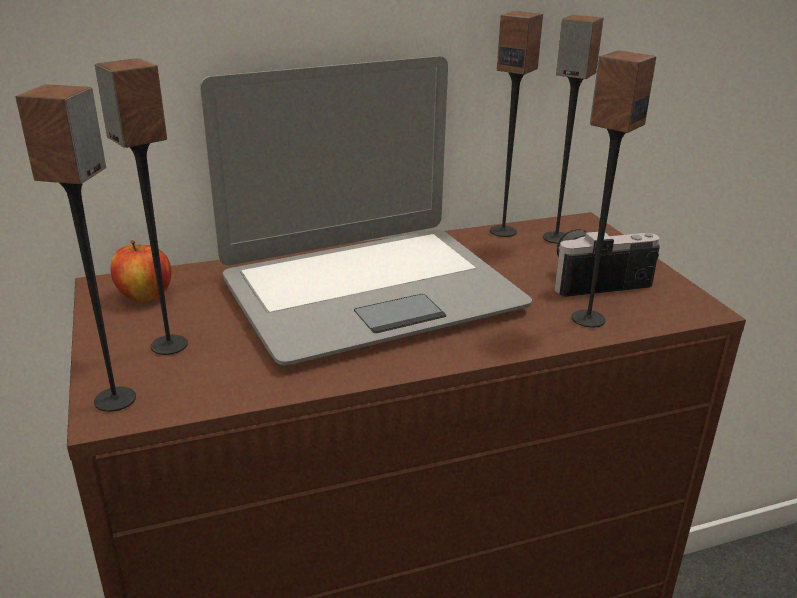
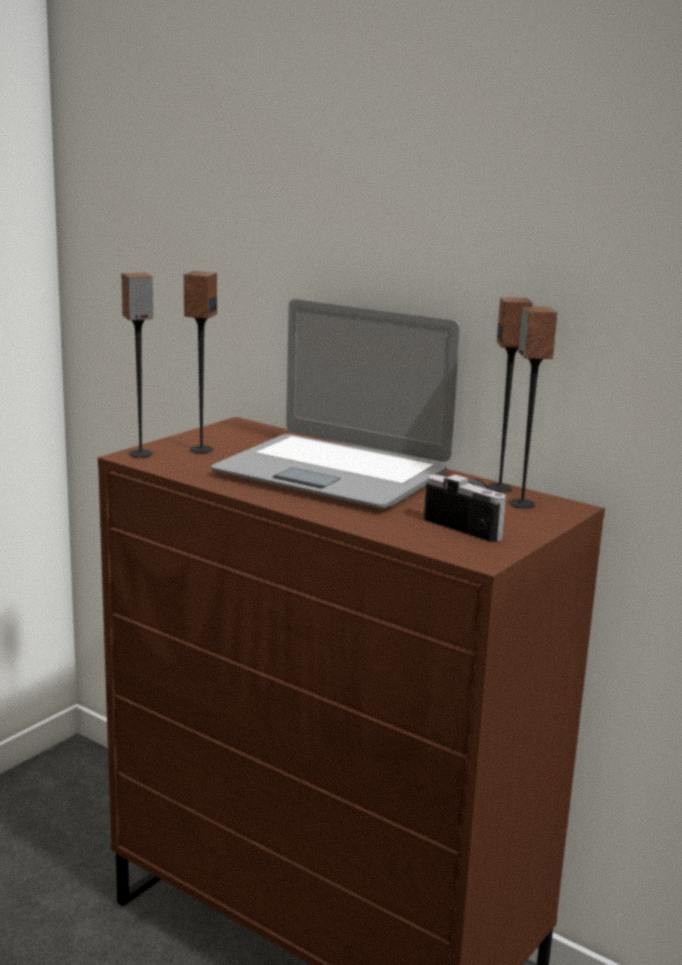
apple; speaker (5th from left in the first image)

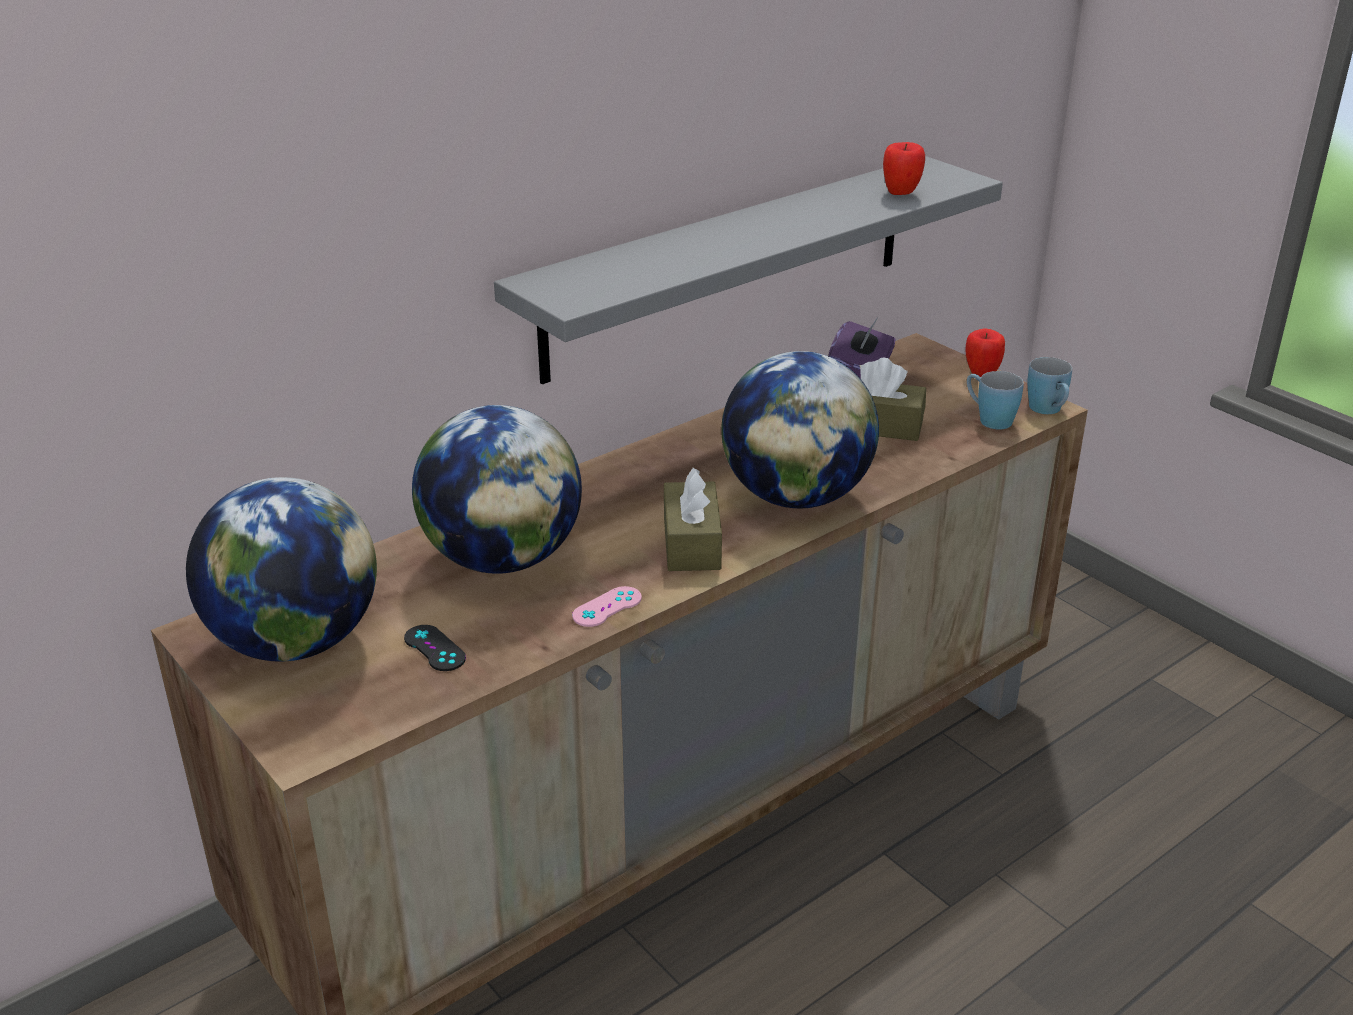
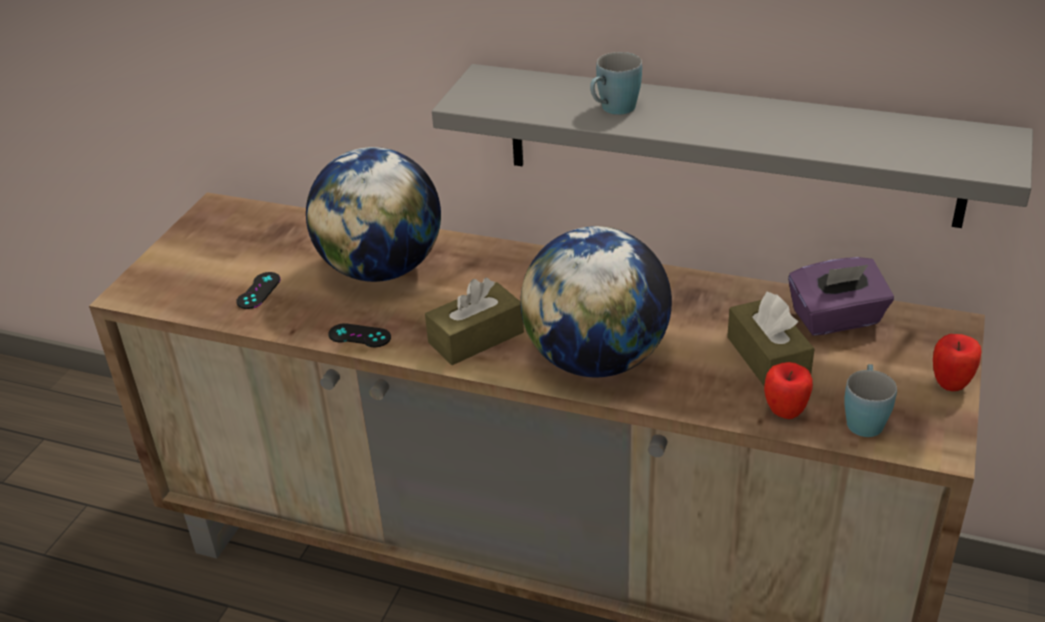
globe (1st from left in the first image); game controller in black (2nd from left); apple (1st from left); mug in blue (1st from left)

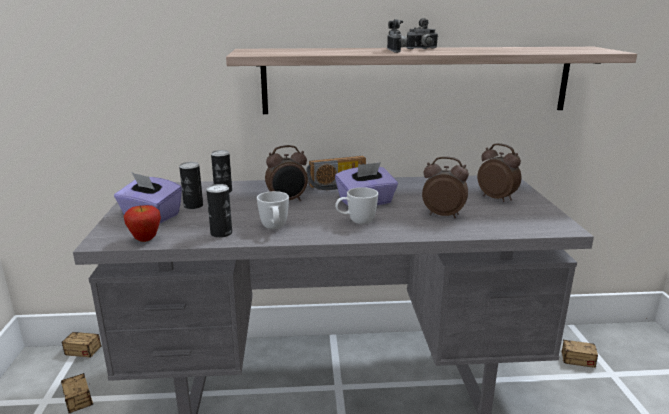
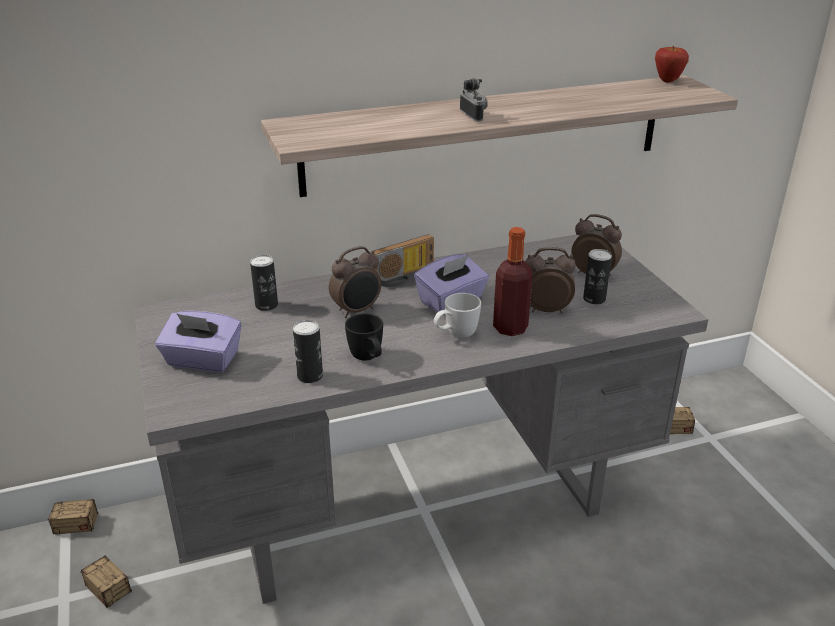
apple; can (3rd from left); mug in black; photo camera (2nd from left in the first image); bottle

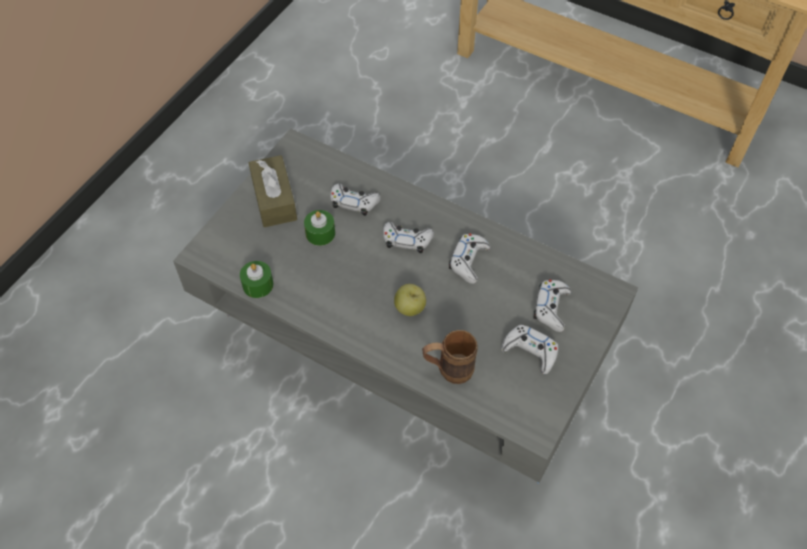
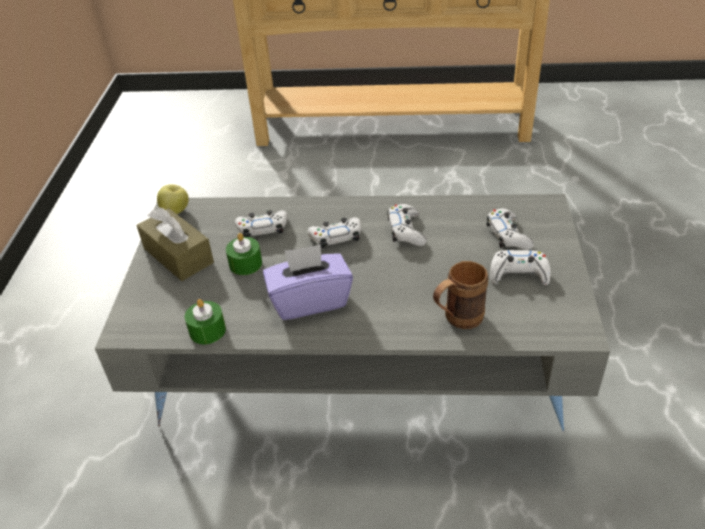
apple; tissue box in purple

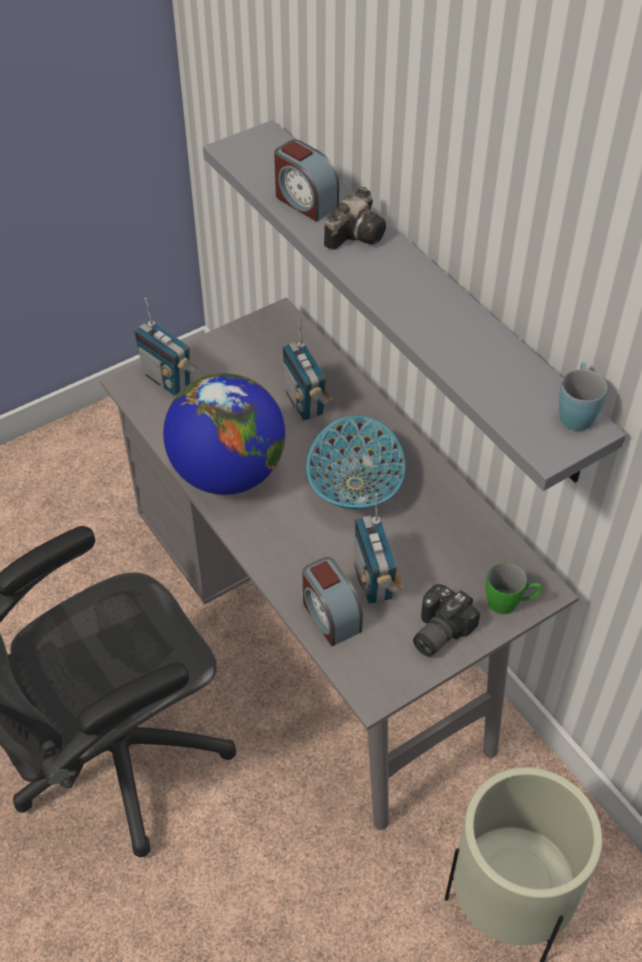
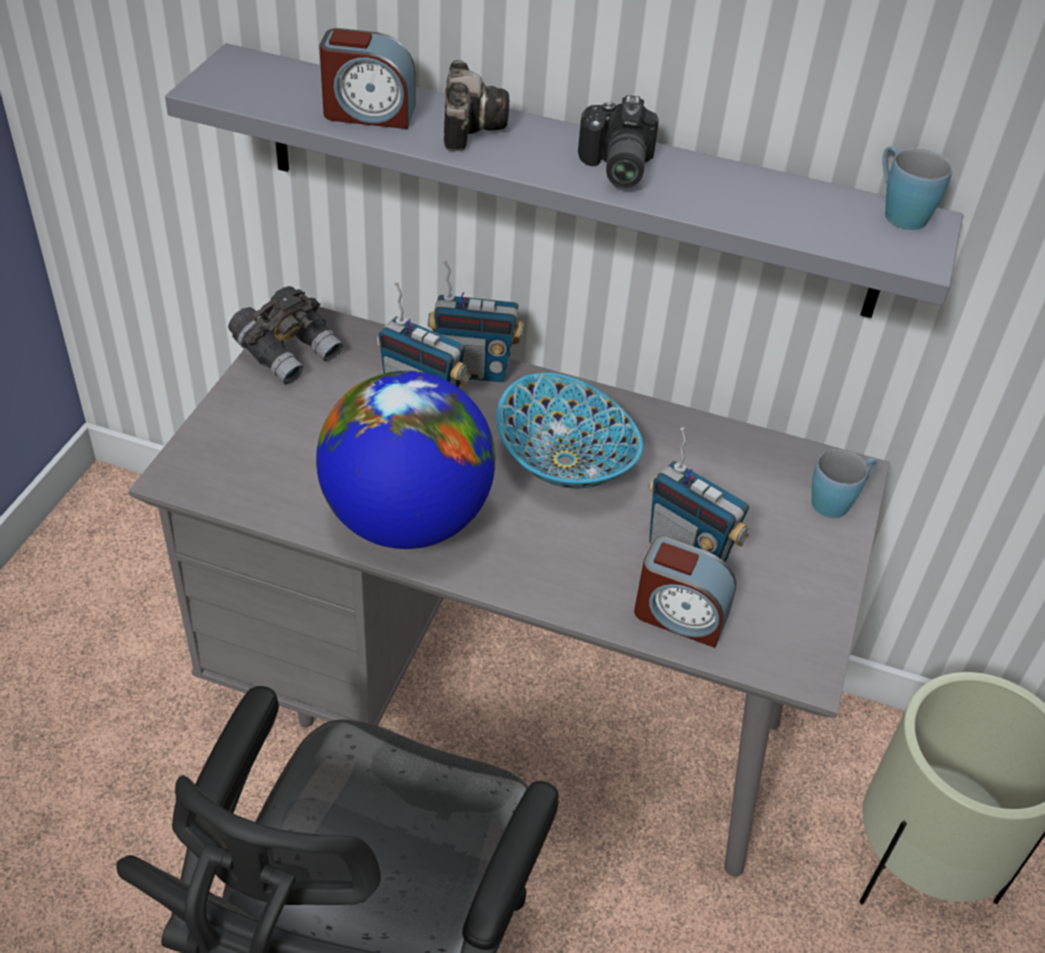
radio (2nd from left); photo camera (2nd from left); mug in blue (1st from left); binoculars in grey

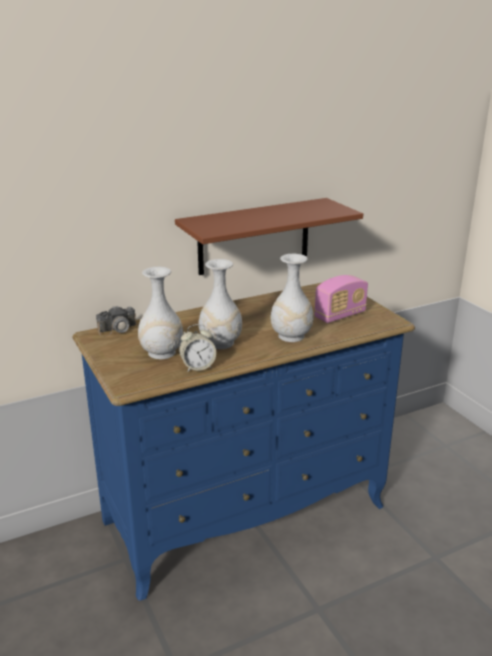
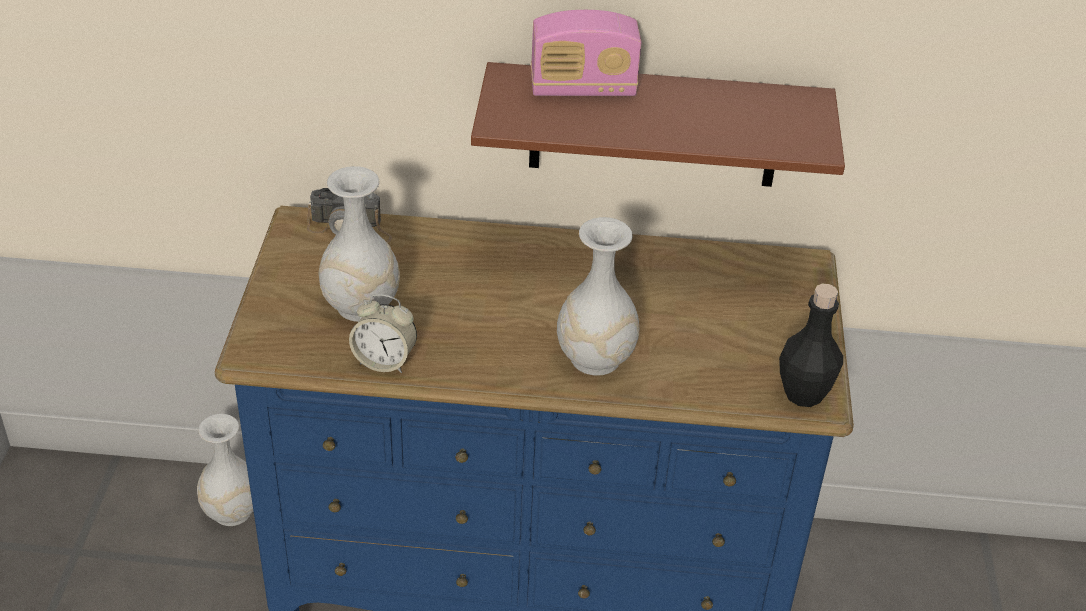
vase in white (1st from left); radio; bottle in black

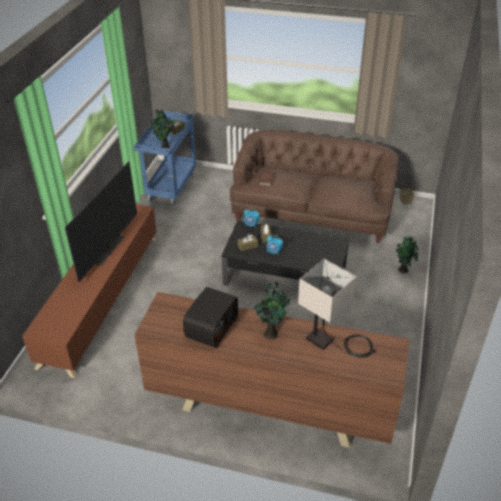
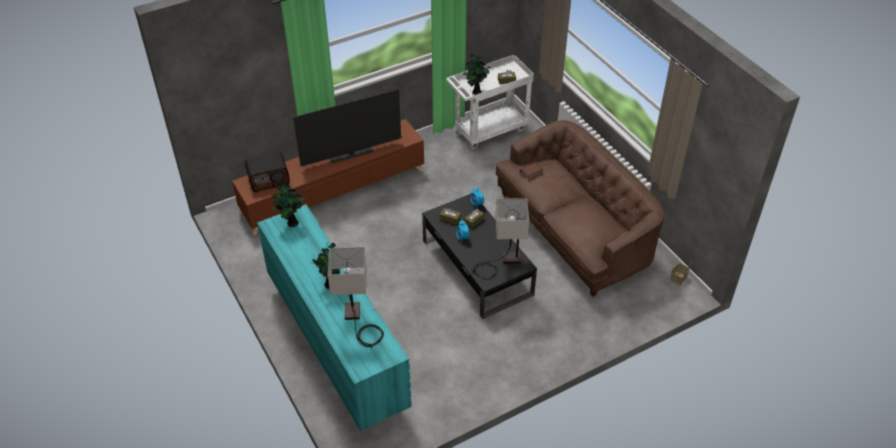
cart in white; cabinet in turquoise; radio; potted plant (1st from left); table lamp (2nd from left)

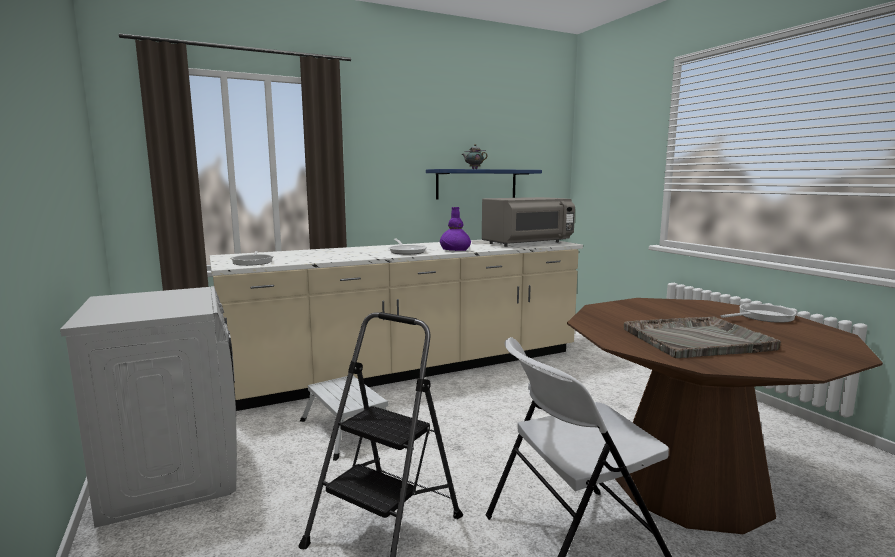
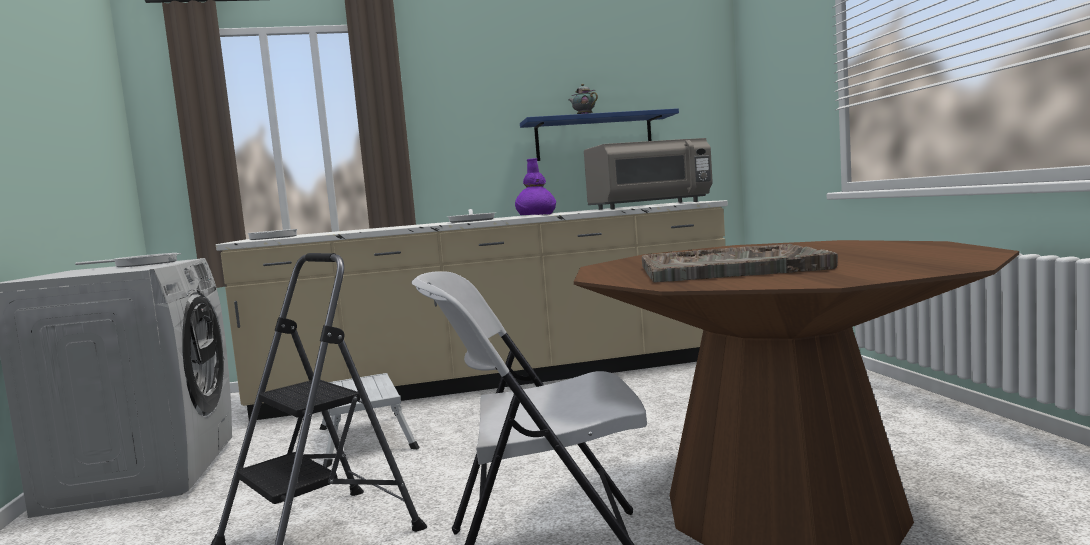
frying pan (1st from left)

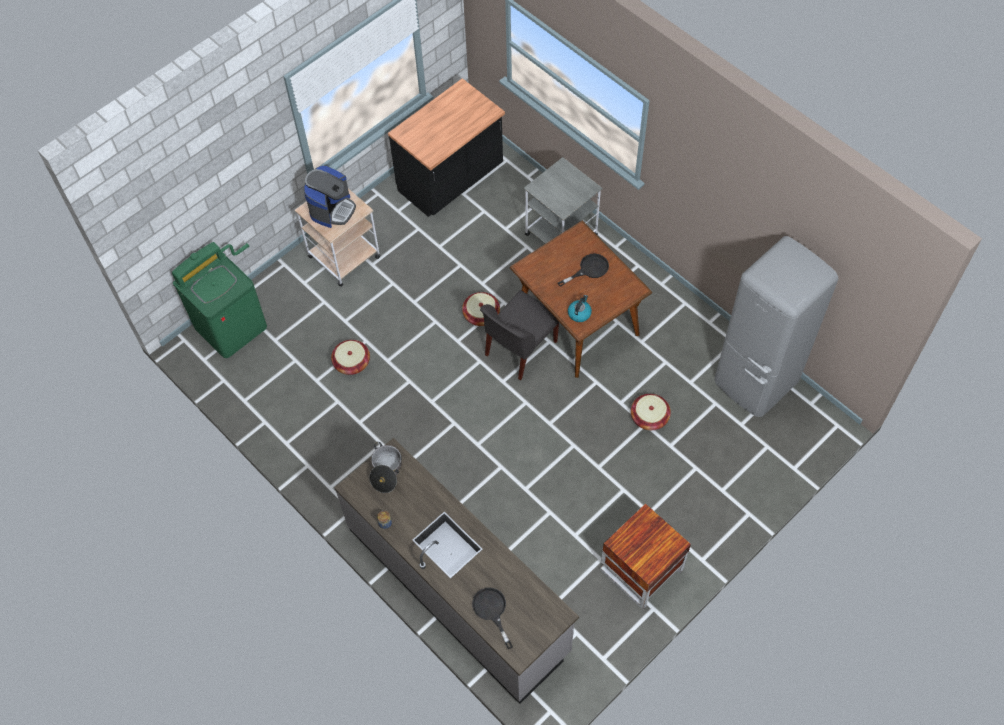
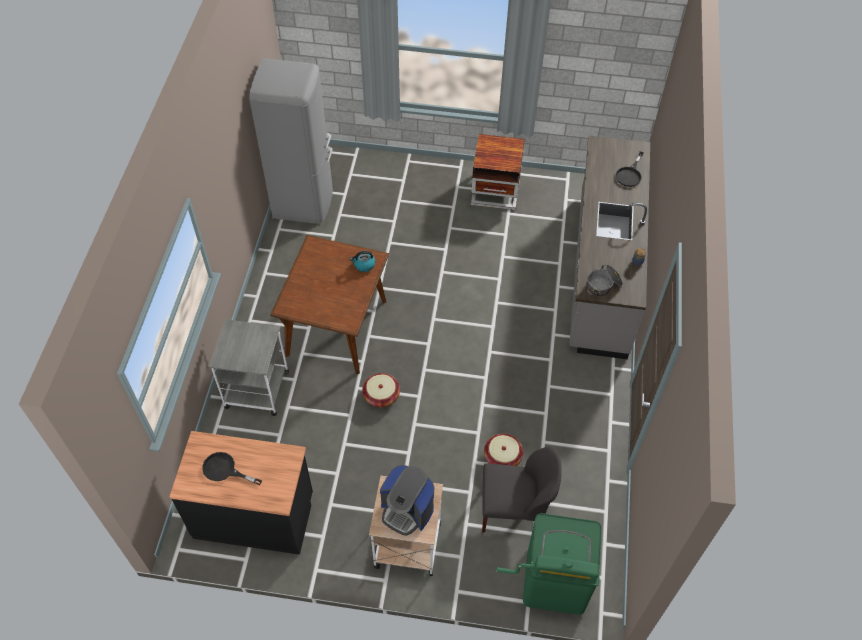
coffee machine; chair in grey; frying pan in black (1st from left); basket (3rd from left in the first image)

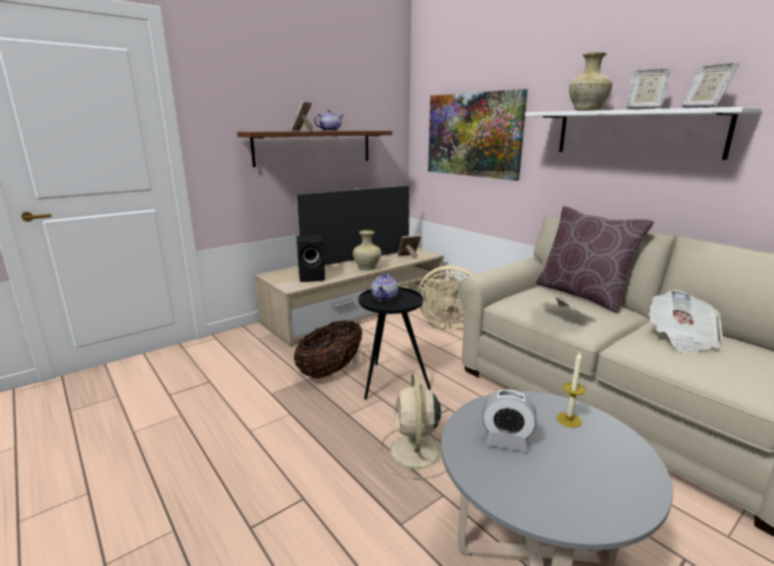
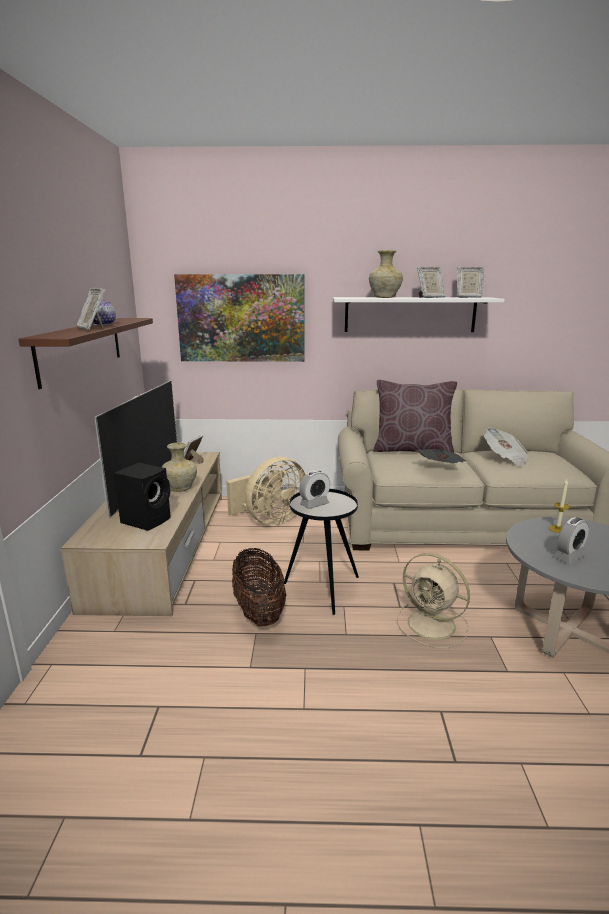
alarm clock (1st from left)

